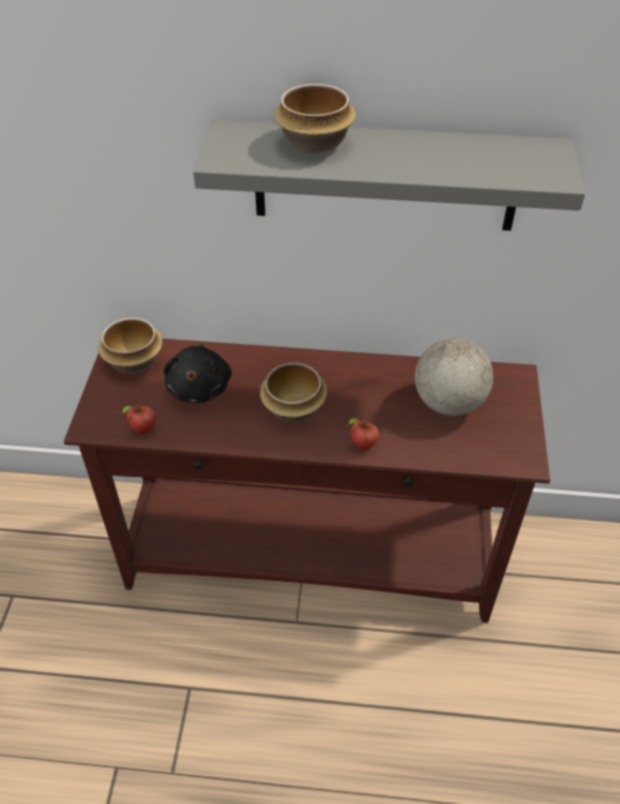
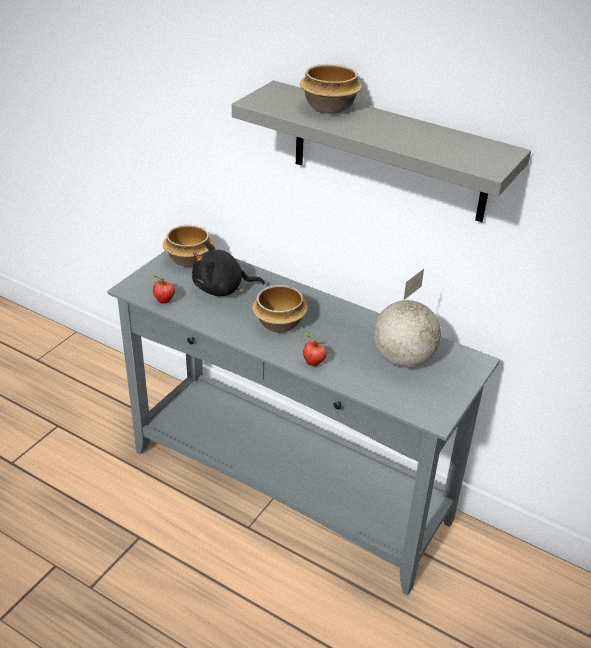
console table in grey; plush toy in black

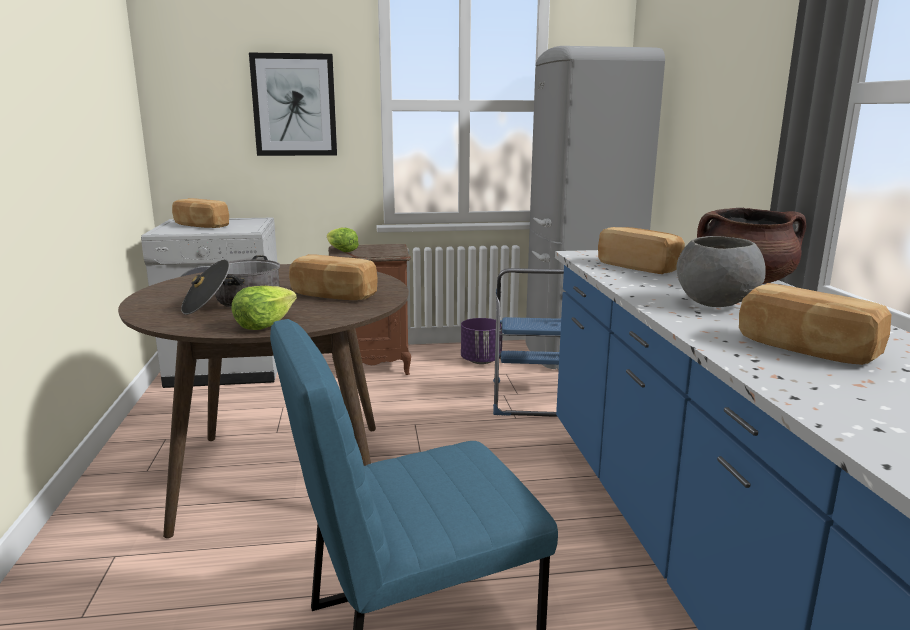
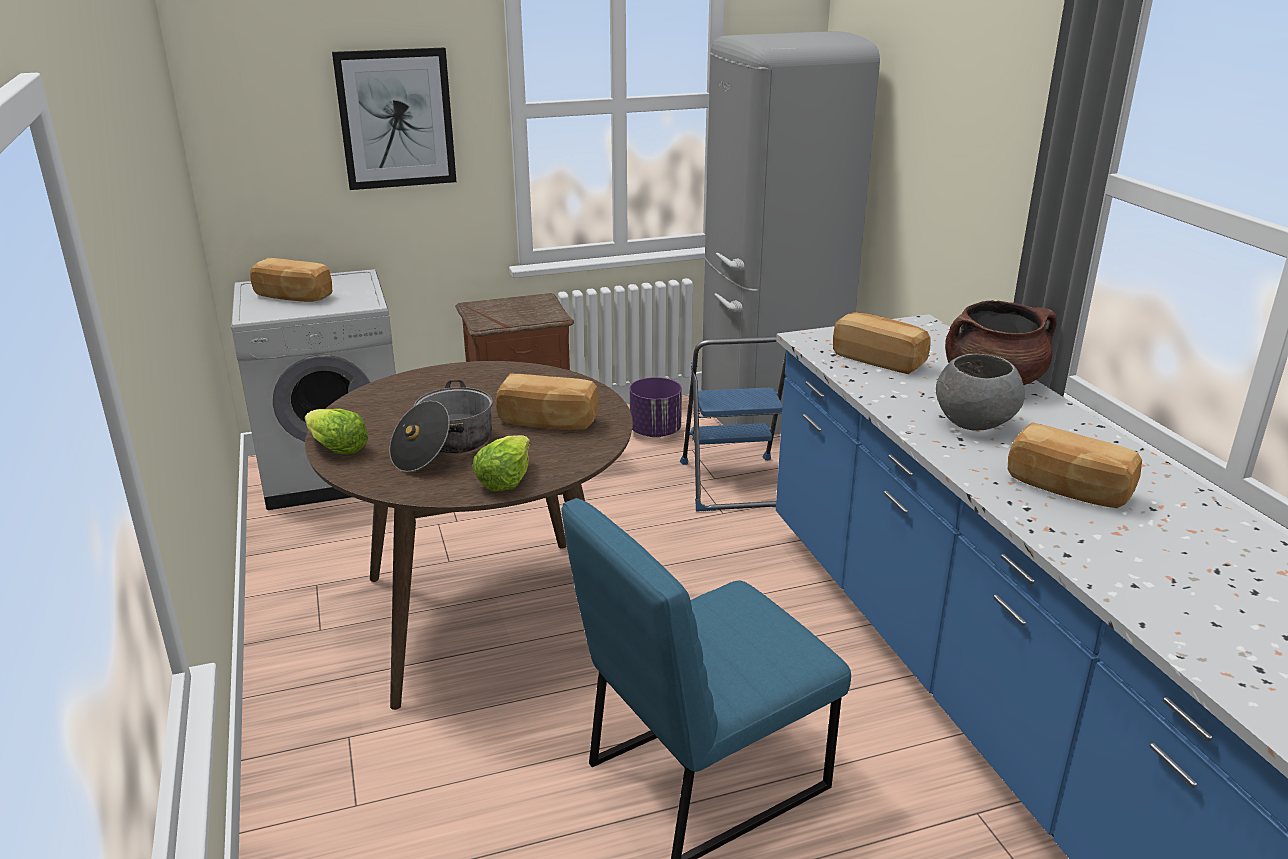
lettuce (1st from left)

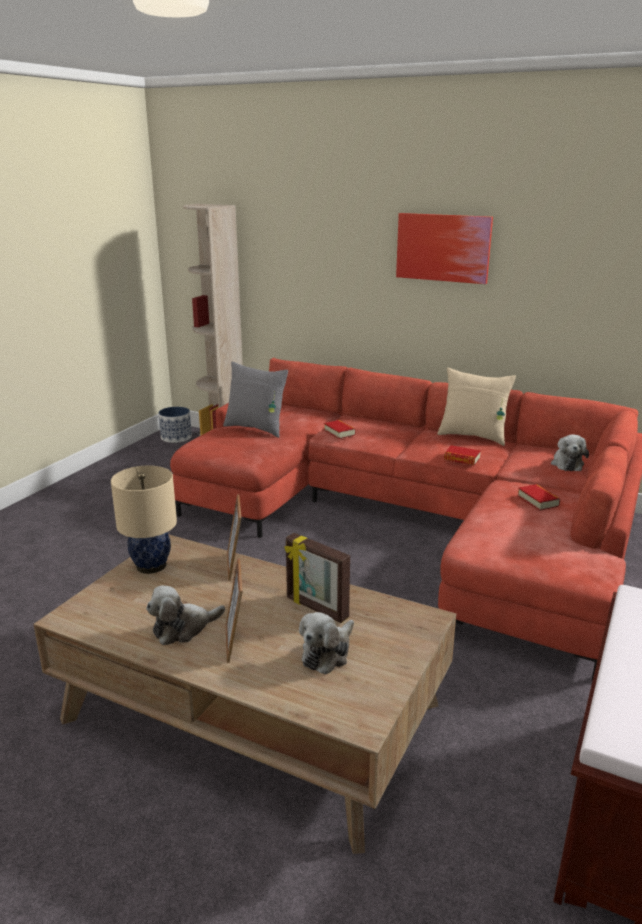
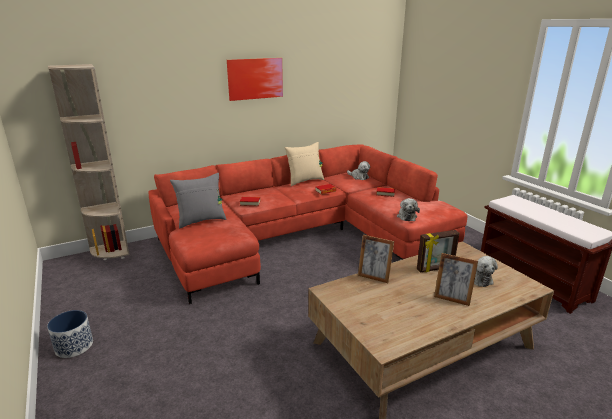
table lamp in beige; plush toy (2nd from left); planter

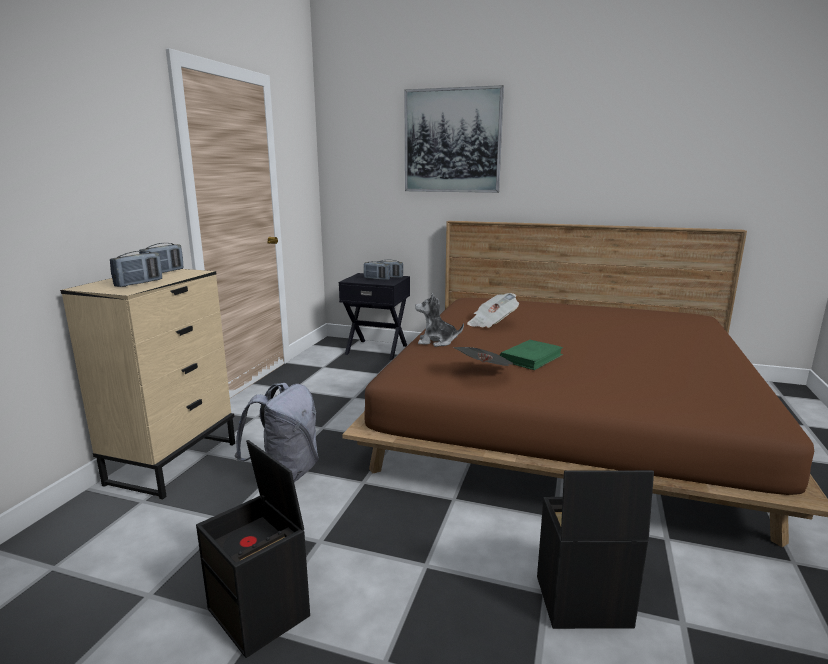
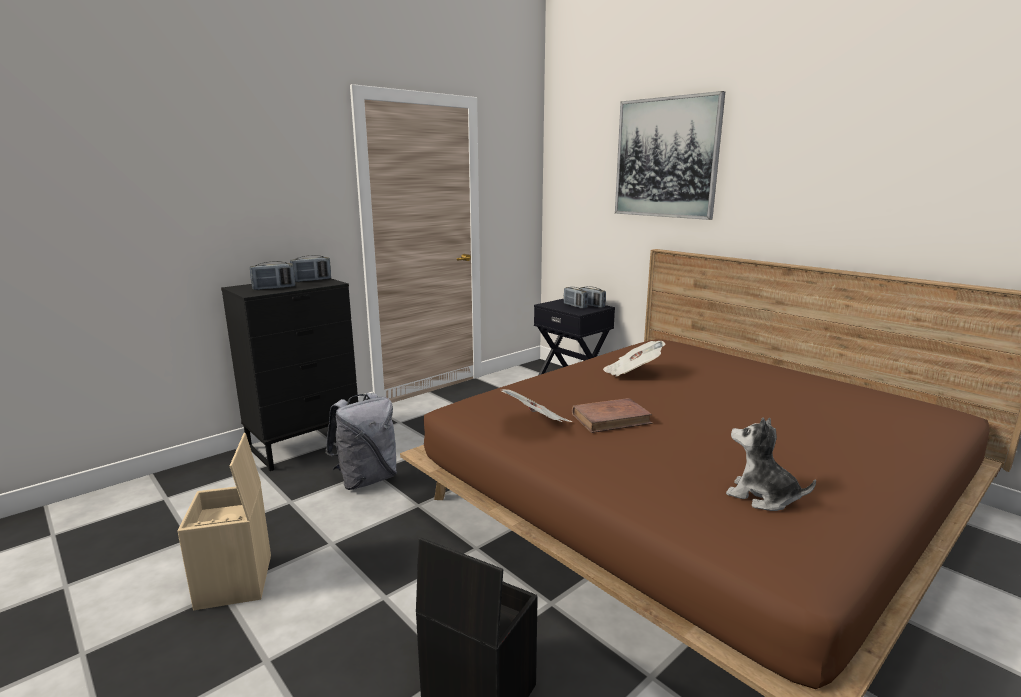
dresser in black; storage box in beige; plush toy; book in brown

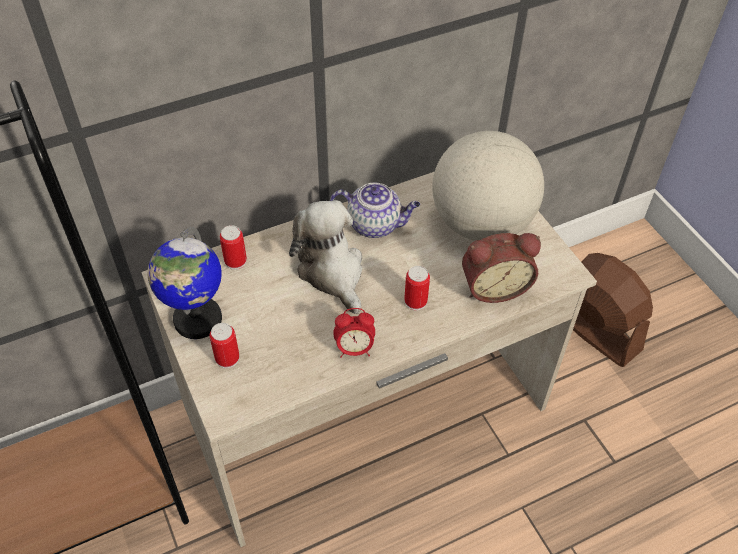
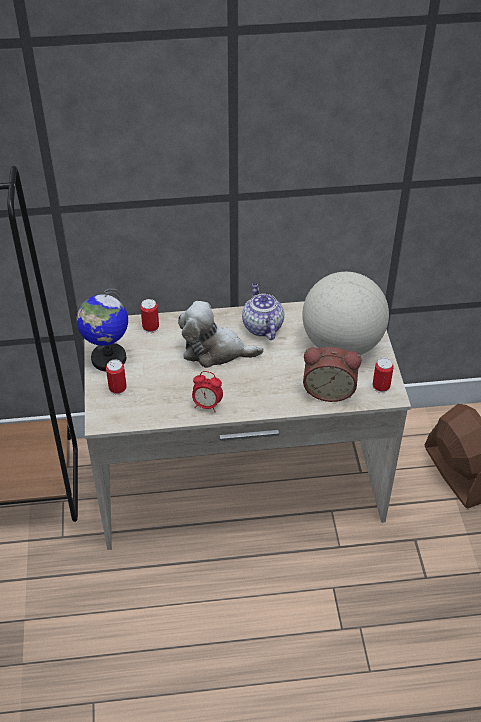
plush toy; teapot; can (3rd from left)

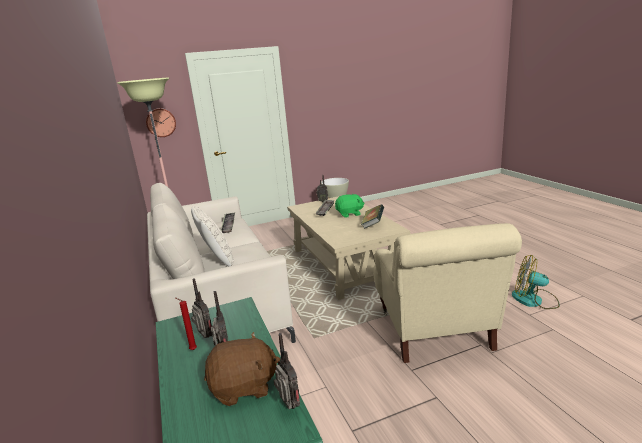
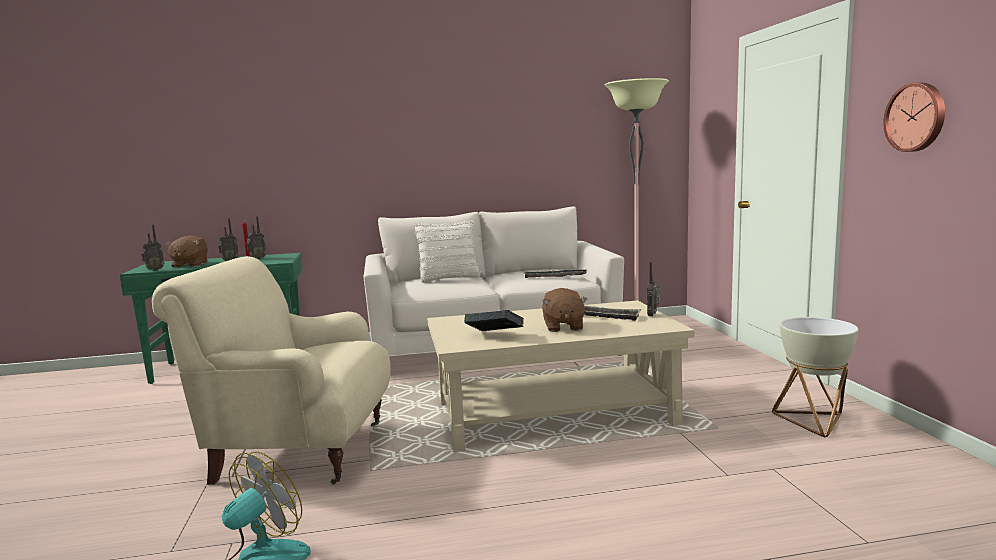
wall clock; plush toy in brown (2nd from left)

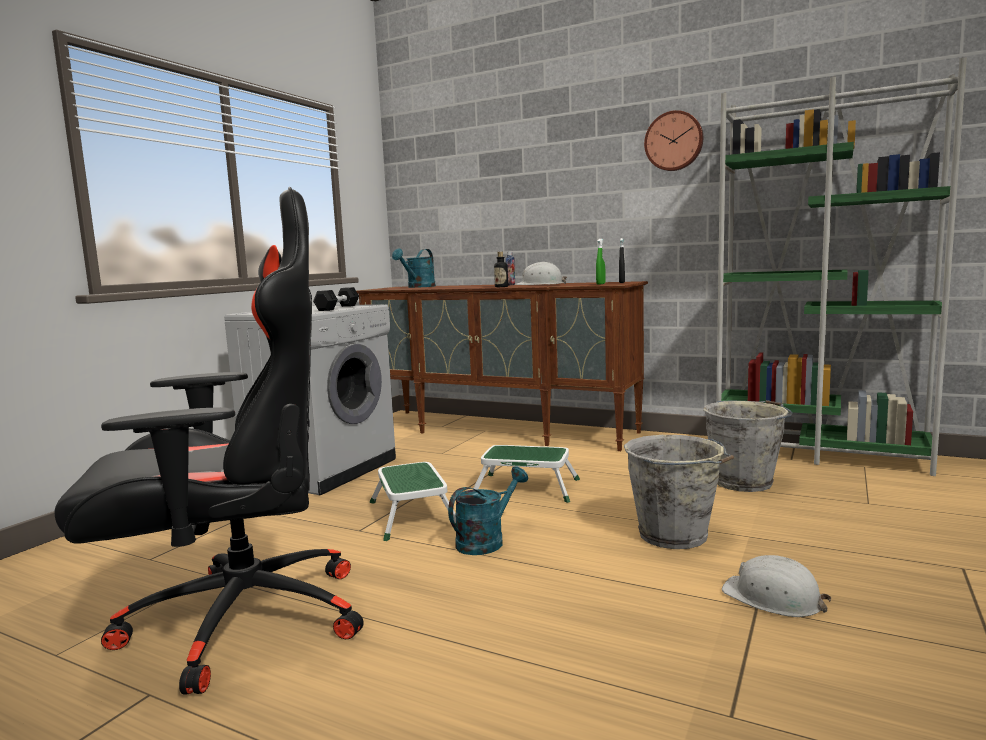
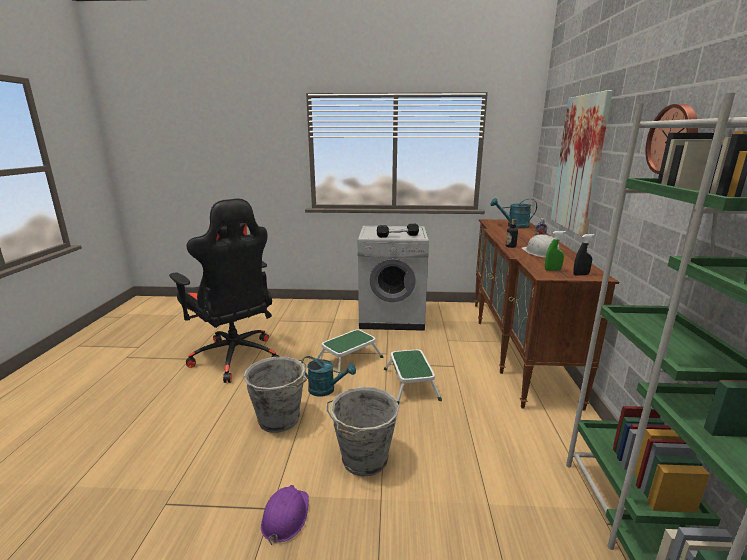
bucket in grey (1st from left); hard hat in purple; picture

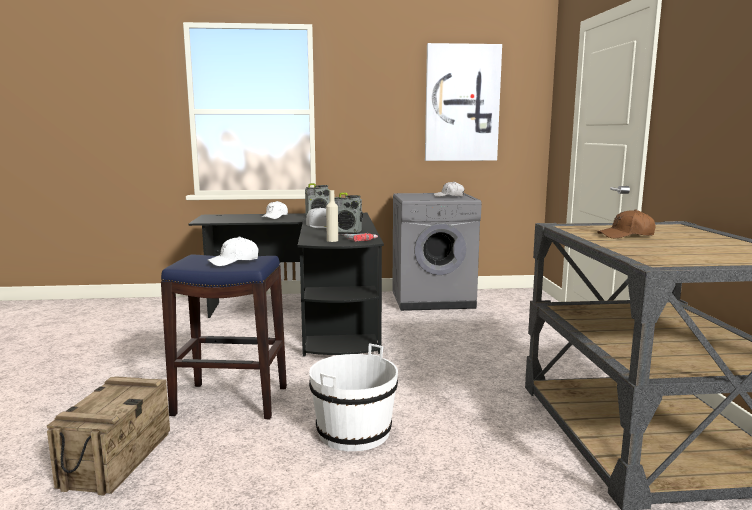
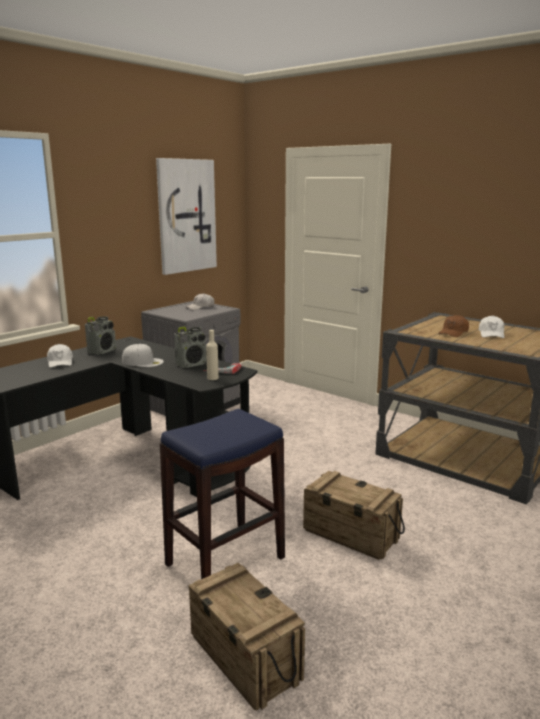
cap in white (4th from left); crate (2nd from left)

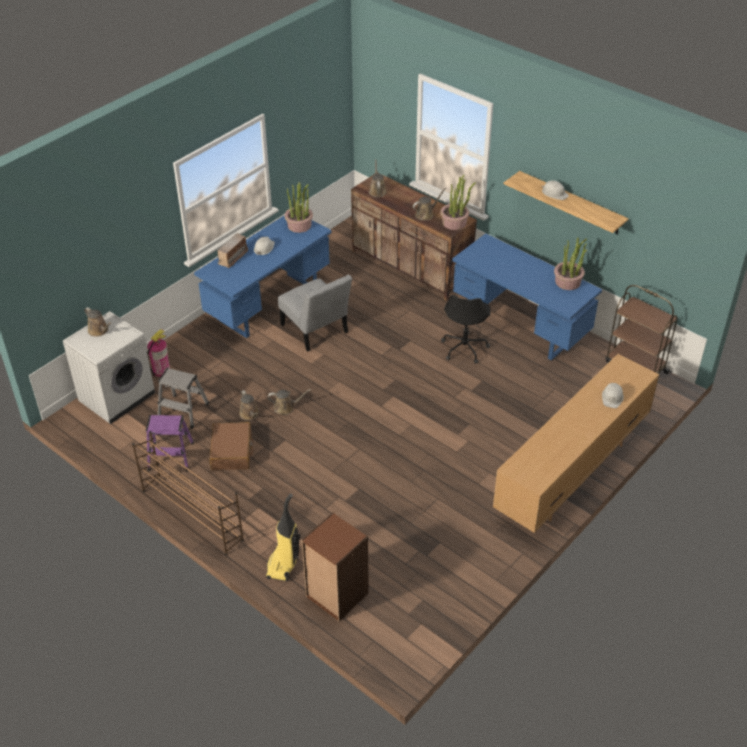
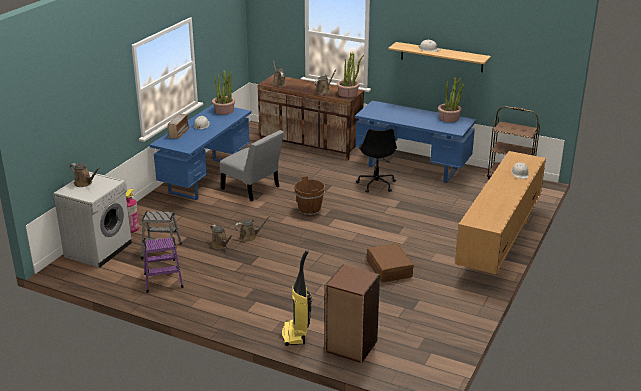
shoe rack in brown; suitcase in brown; bucket in brown

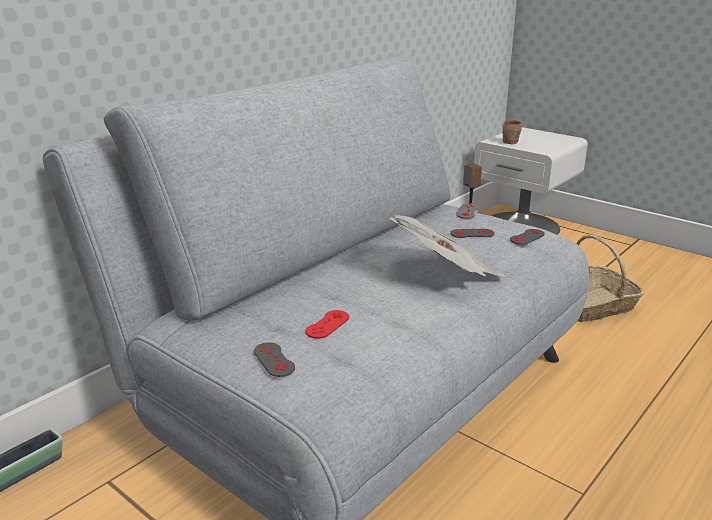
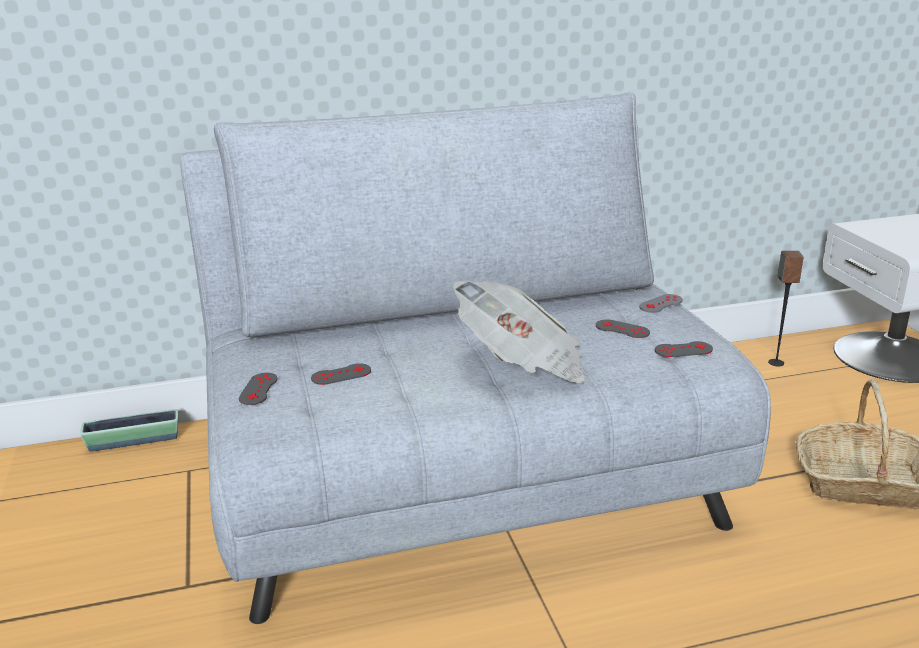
game controller in grey (2nd from left); mug in brown

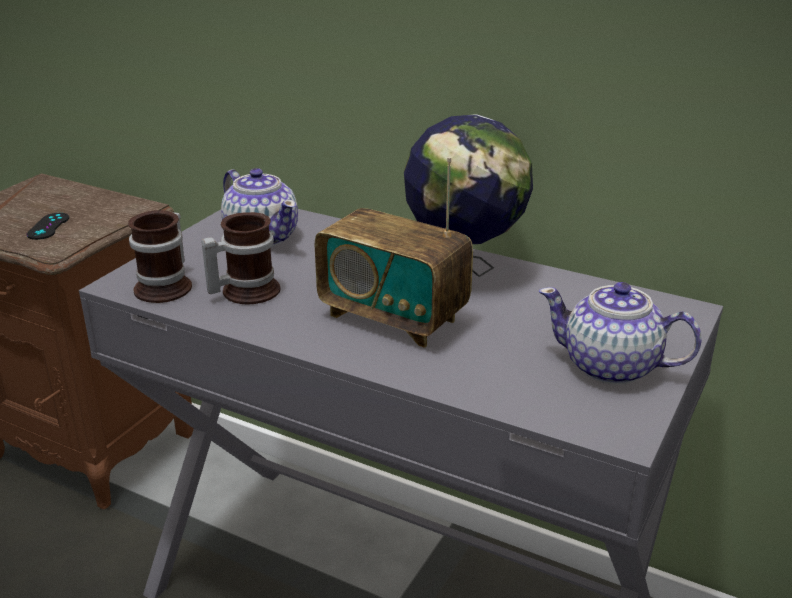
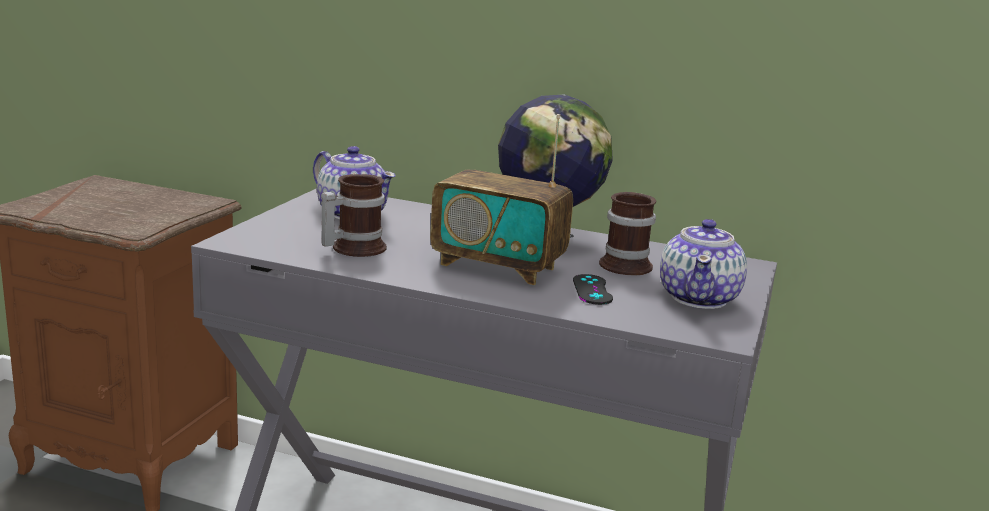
game controller in black; mug (2nd from left); teapot (2nd from left)

